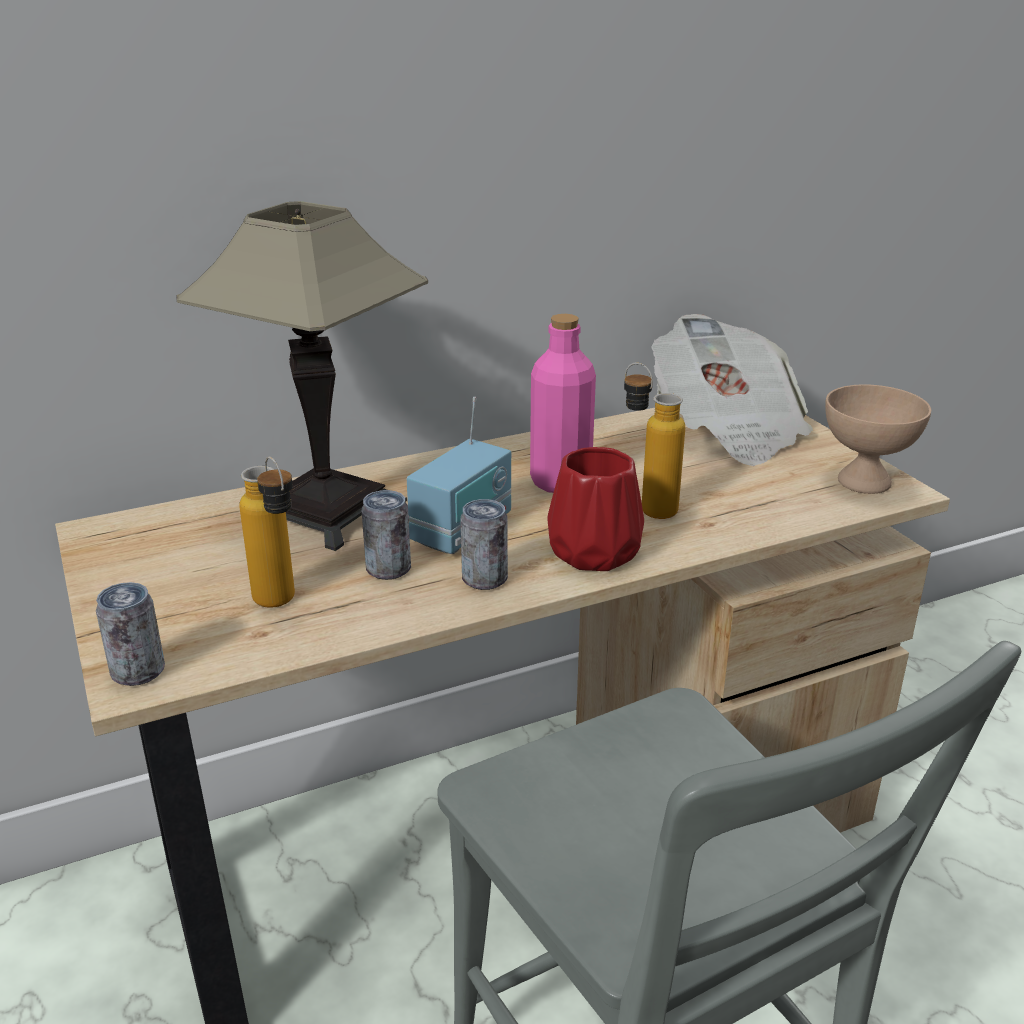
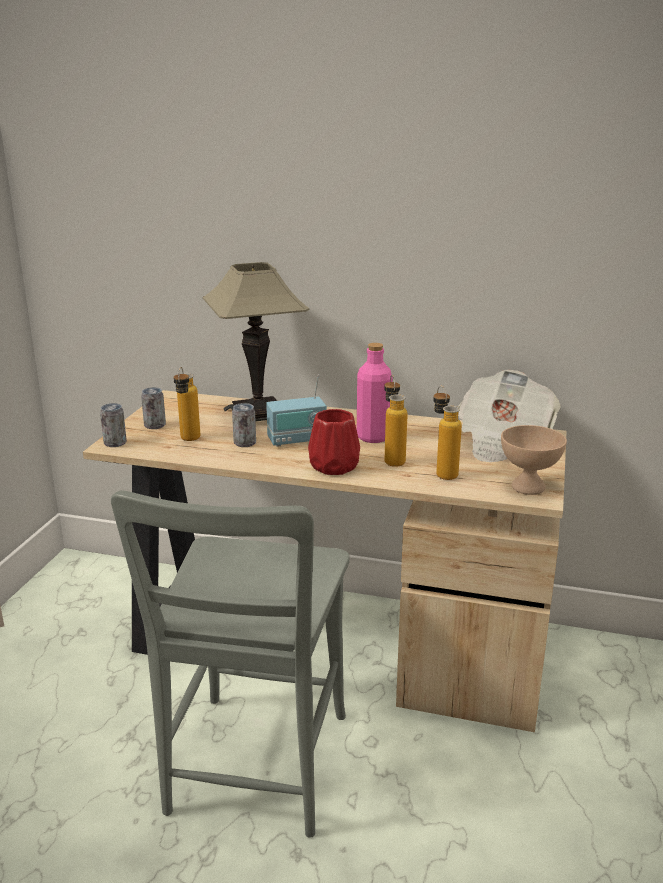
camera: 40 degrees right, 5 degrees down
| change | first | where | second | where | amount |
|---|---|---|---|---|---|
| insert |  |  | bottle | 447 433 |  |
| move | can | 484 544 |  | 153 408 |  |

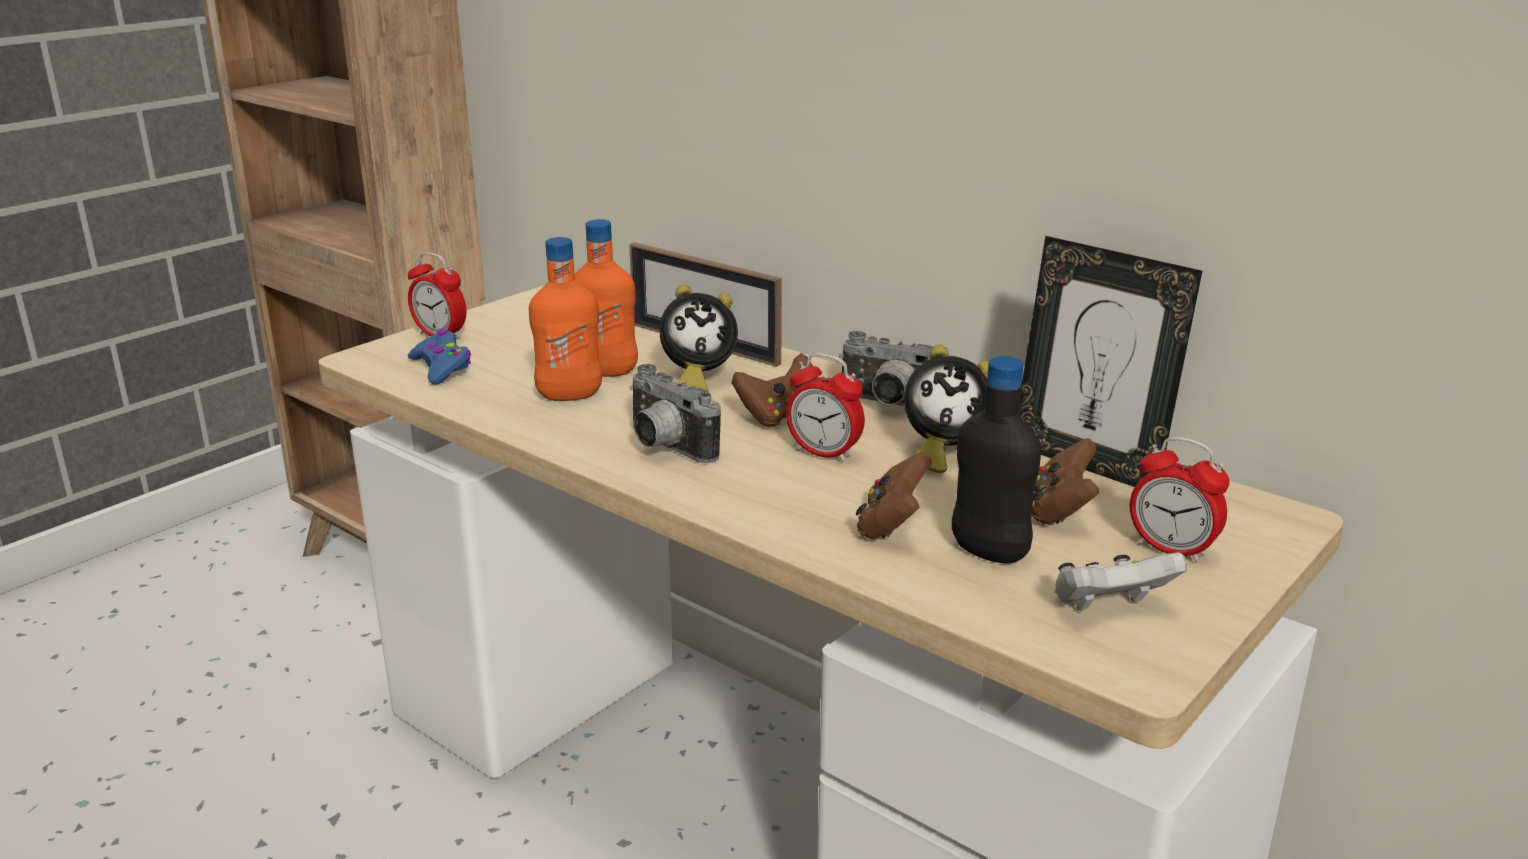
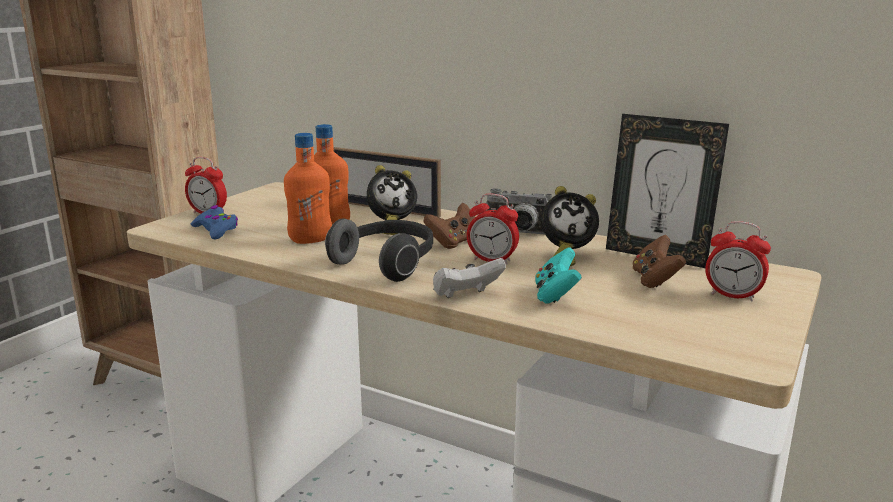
camera: 10 degrees left, 5 degrees down
| change | first | where | second | where | amount |
|---|---|---|---|---|---|
| delete | bottle/black | 996 460 |  |  |  |
| move | game controller/white | 1120 581 |  | 469 278 |  |
| replace | photo camera | 675 413 | headphones | 379 250 |  |
| recolor | game controller/brown | 894 495 | game controller/turquoise | 558 275 |  |

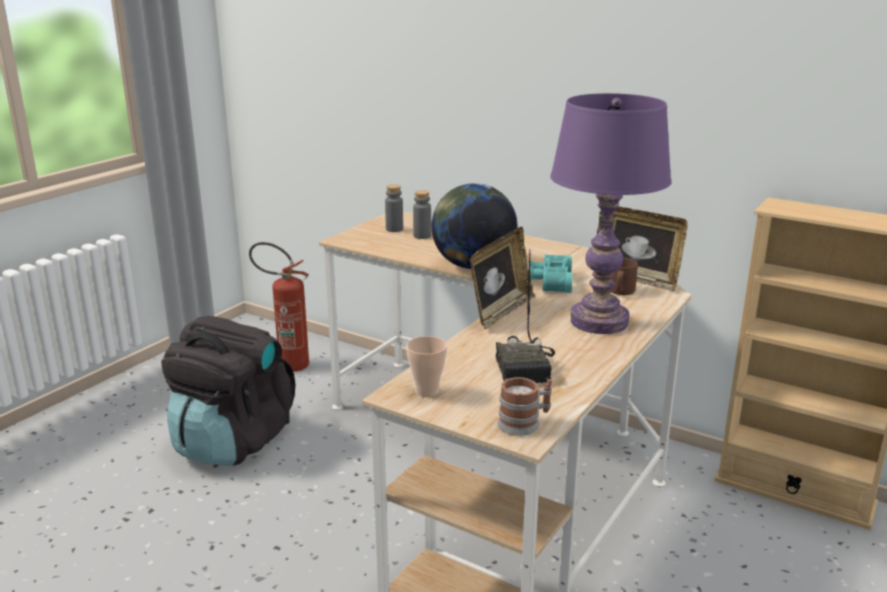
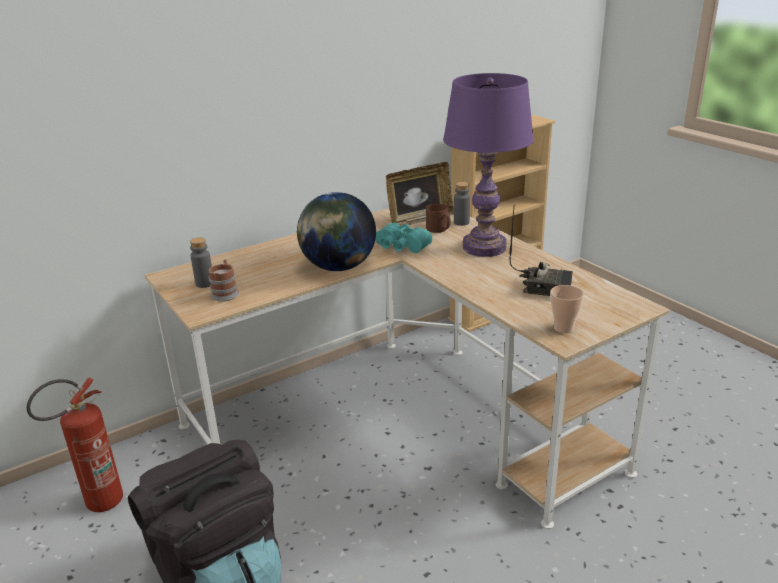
camera: 65 degrees left, 5 degrees up
| change | first | where | second | where | amount |
|---|---|---|---|---|---|
| delete | picture frame | 502 278 |  |  |  |
| move | bottle/grey | 422 214 |  | 462 204 |  |
| move | mug | 524 406 |  | 224 280 |  |

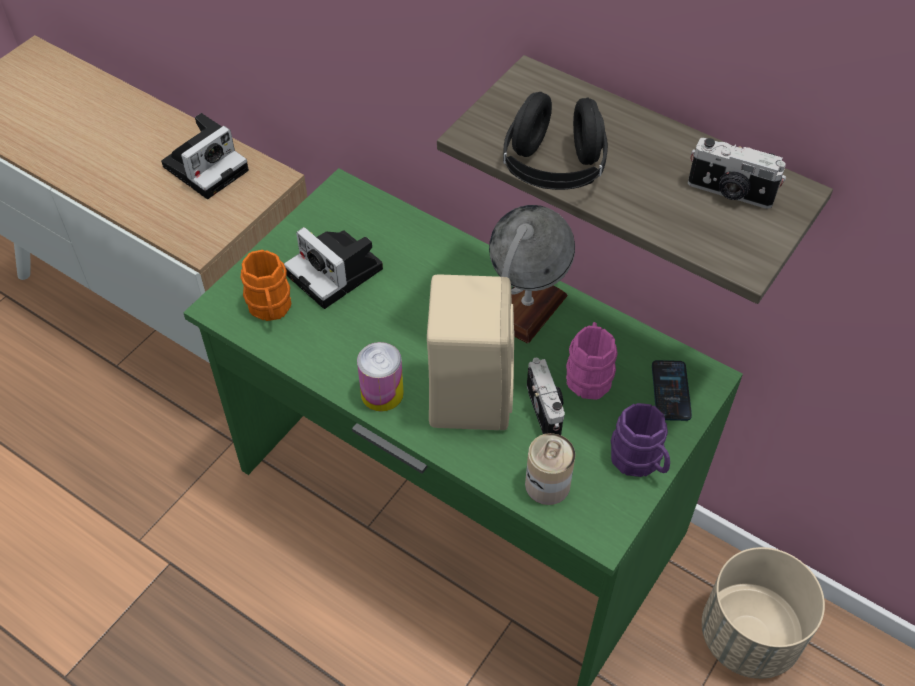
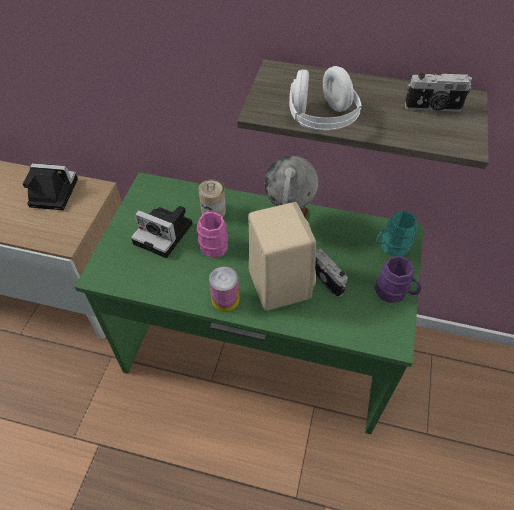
camera: 20 degrees left, 0 degrees up
| change | first | where | second | where | amount |
|---|---|---|---|---|---|
| delete | mug/orange | 266 285 |  |  |  |
| delete | planter/beige | 763 613 |  |  |  |
| move | can | 550 469 |  | 212 198 |  |
| move | mug/pink | 592 361 |  | 212 234 |  |
| replace | phone | 672 390 | mug/turquoise | 396 234 |  |
| recolor | headphones/black | 555 141 | headphones/white | 325 98 |  |
| rotate | photo camera | 205 156 |  | 50 186 | 105 degrees counterclockwise |

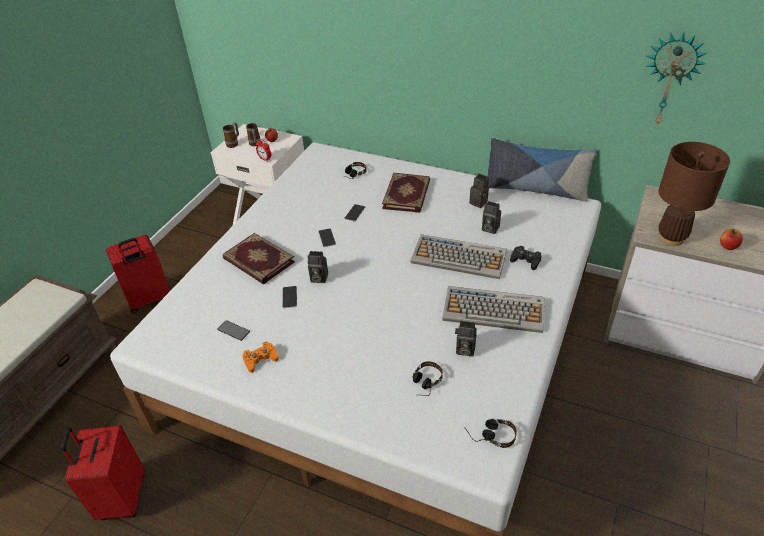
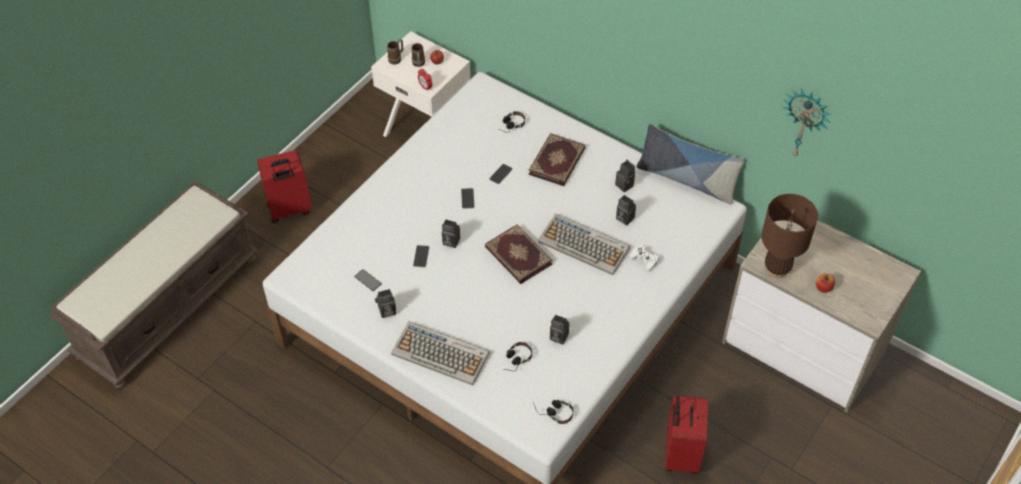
camera: 10 degrees right, 10 degrees up
| change | first | where | second | where | amount |
|---|---|---|---|---|---|
| move | suitcase/red | 103 472 |  | 686 434 |  |
| move | book | 259 258 |  | 519 254 |  |
| move | keyboard | 493 309 |  | 440 353 |  |
| replace | game controller/orange | 261 357 | photo camera | 385 303 |  |
| recolor | game controller/black | 525 258 | game controller/white | 644 258 |  |

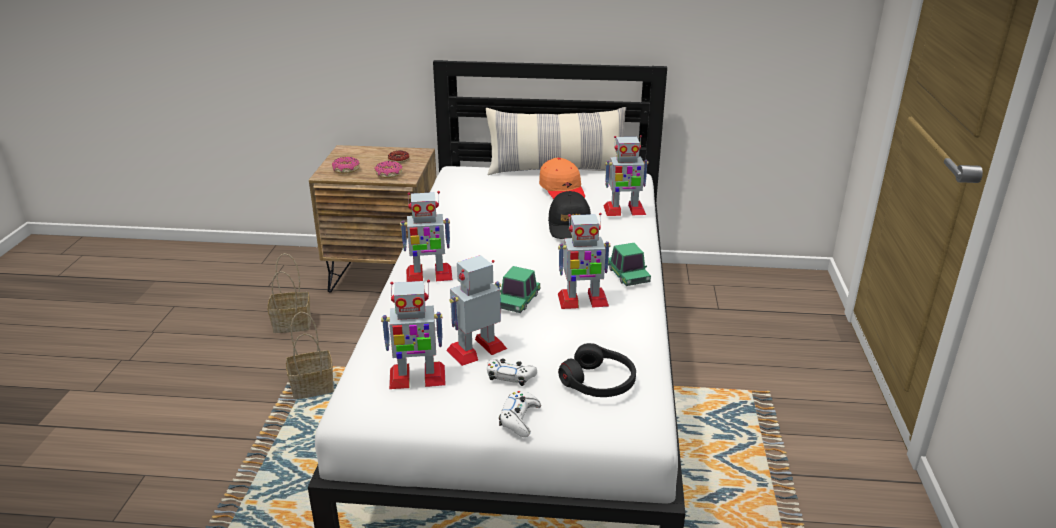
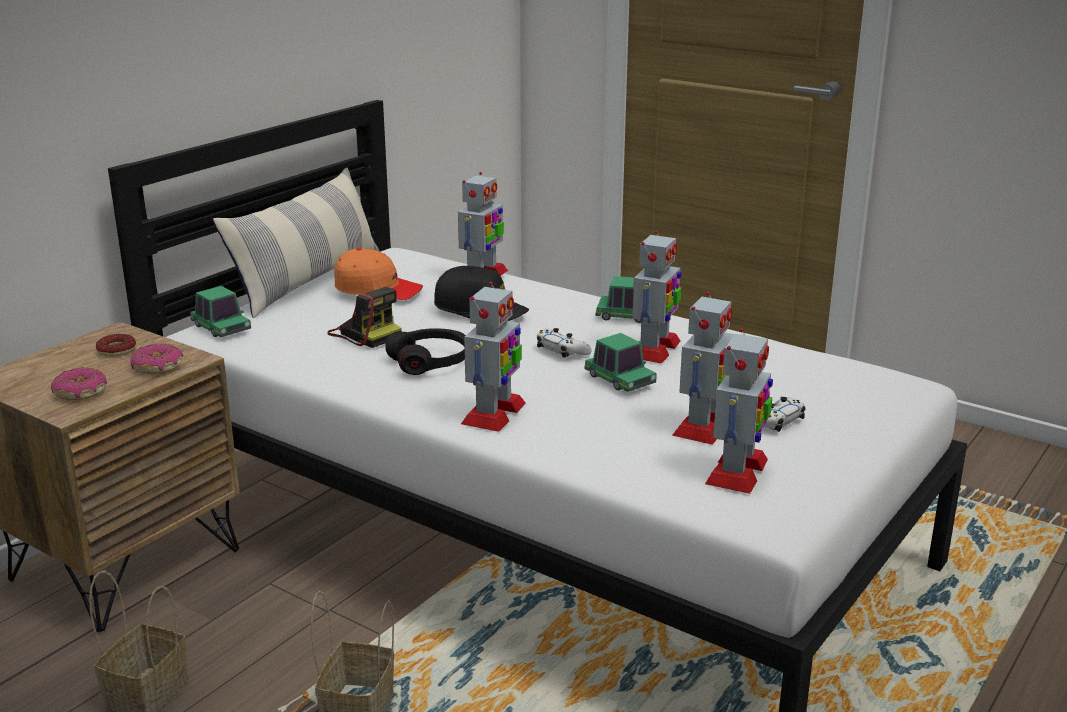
camera: 60 degrees left, 5 degrees down
| change | first | where | second | where | amount |
|---|---|---|---|---|---|
| insert |  |  | toy car | 220 311 |  |
| insert |  |  | photo camera | 364 317 |  |
| move | game controller/white | 520 414 |  | 564 343 |  |
| move | headphones/black | 597 370 |  | 425 351 |  |
| rotate | toy robot | 476 310 |  | 703 368 | 150 degrees counterclockwise |

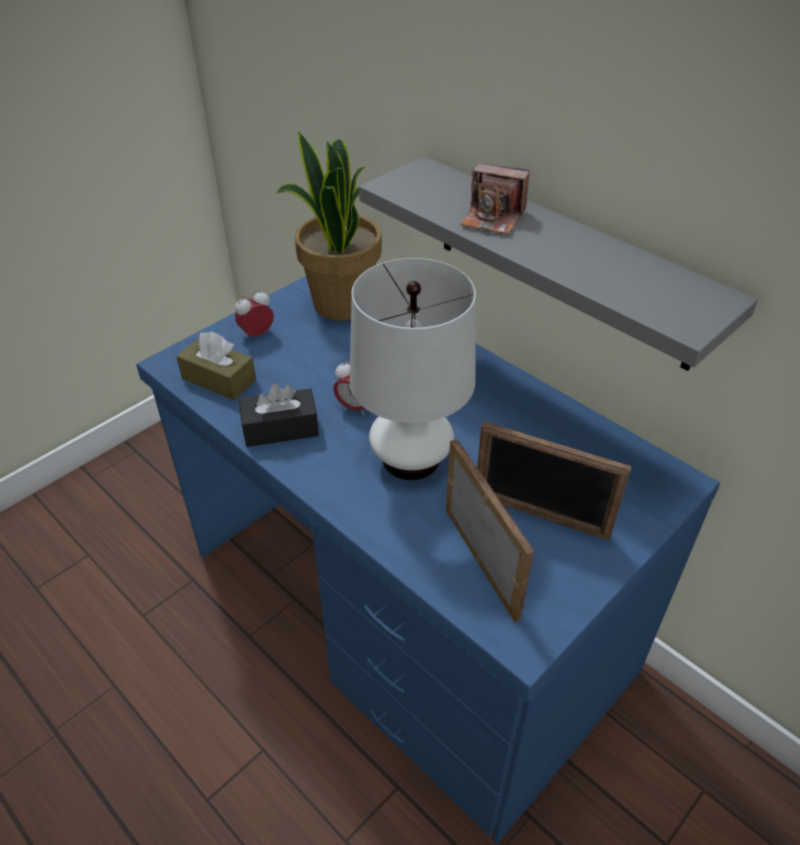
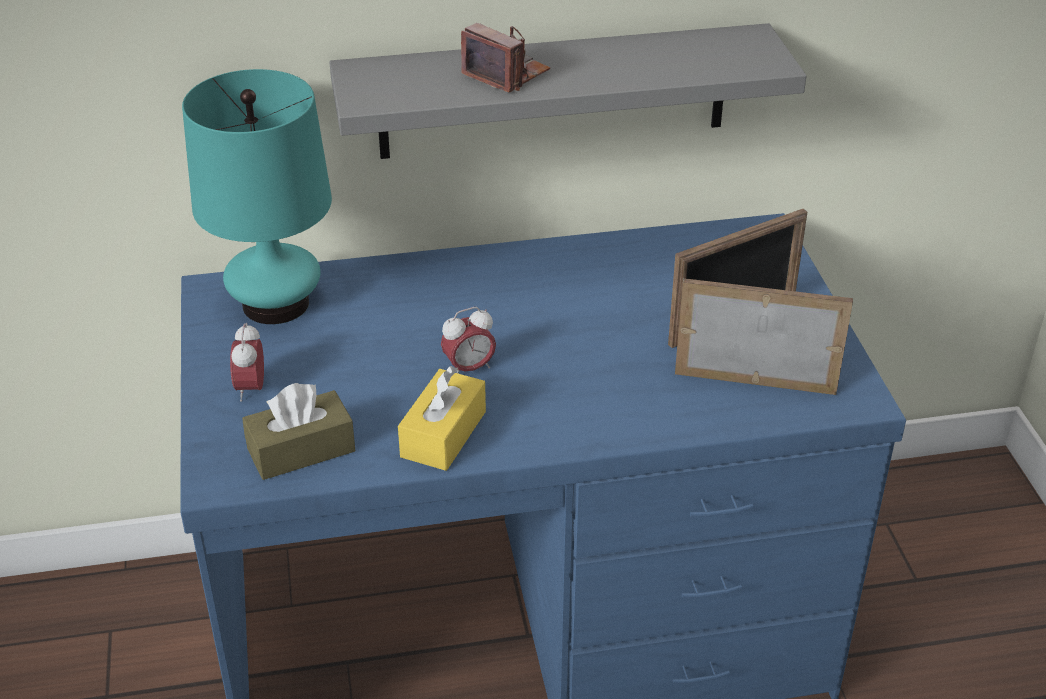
camera: 55 degrees left, 5 degrees down
| change | first | where | second | where | amount |
|---|---|---|---|---|---|
| delete | table lamp/white | 413 369 |  |  |  |
| replace | potted plant | 329 226 | table lamp/turquoise | 257 196 |  |
| recolor | tissue box/black | 279 415 | tissue box/yellow | 442 418 |  |
| rotate | photo camera | 495 199 |  | 505 58 | 105 degrees counterclockwise |

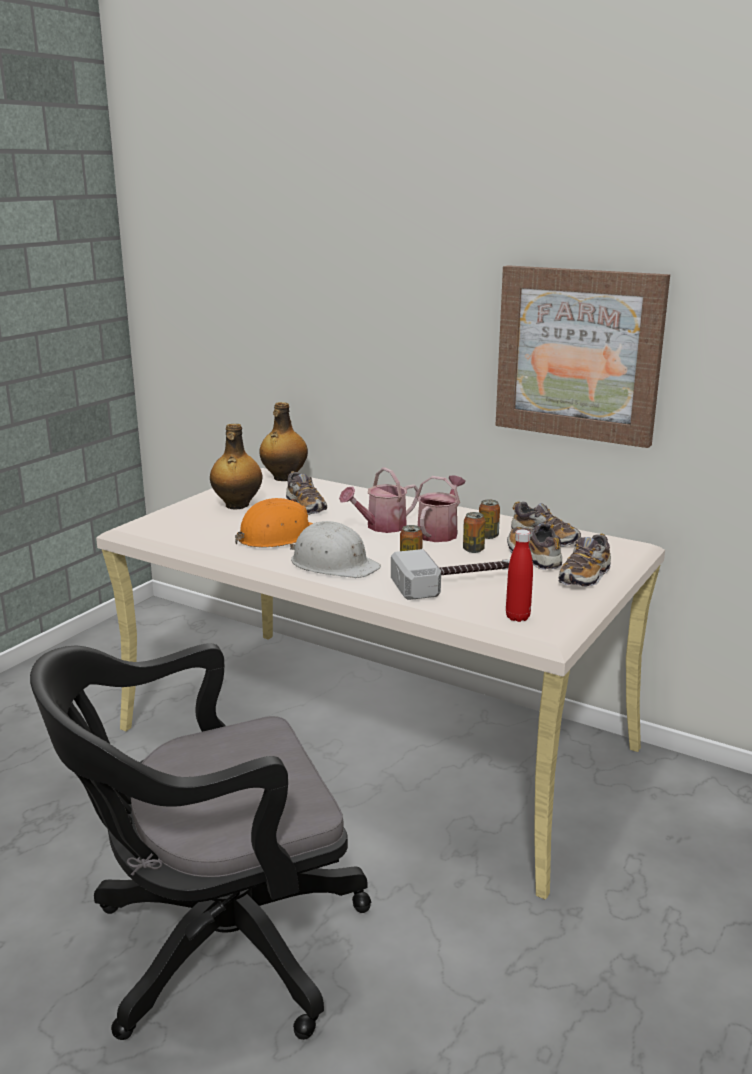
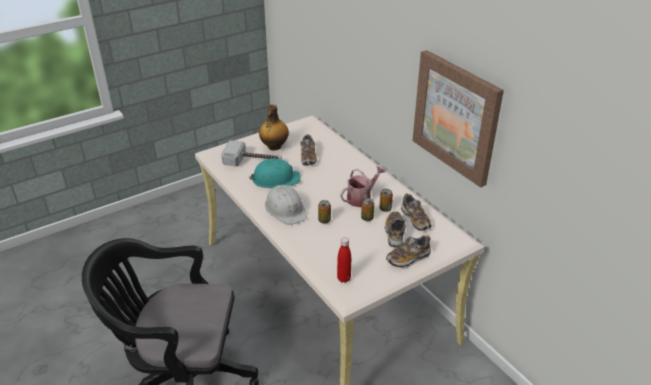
camera: 25 degrees right, 15 degrees up
| change | first | where | second | where | amount |
|---|---|---|---|---|---|
| delete | bottle | 283 441 |  |  |  |
| delete | watering can | 379 500 |  |  |  |
| move | hammer | 450 574 |  | 251 153 |  |
| recolor | hard hat/orange | 274 522 | hard hat/turquoise | 275 173 |  |

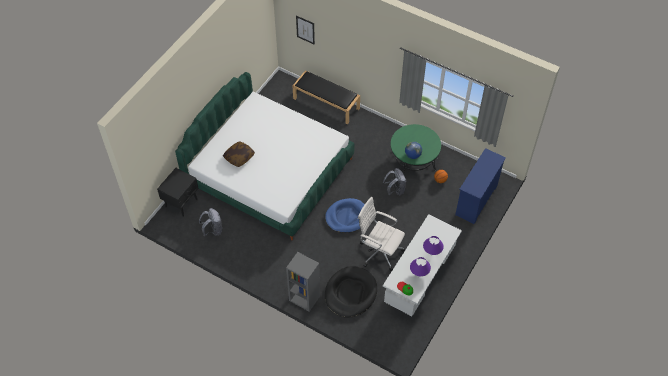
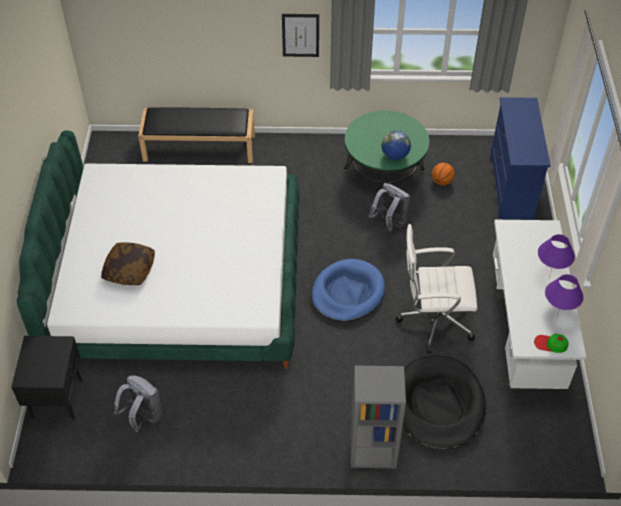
camera: 30 degrees left, 5 degrees down
| change | first | where | second | where | amount |
|---|---|---|---|---|---|
| move | picture | 305 30 |  | 300 35 |  |

